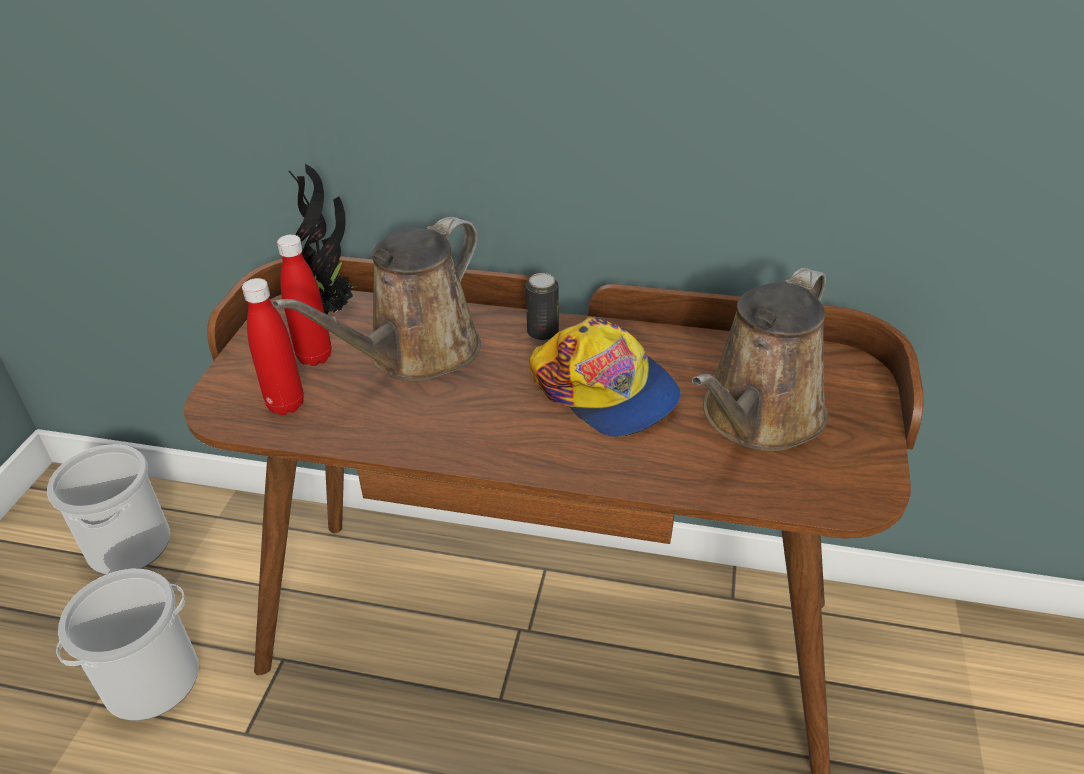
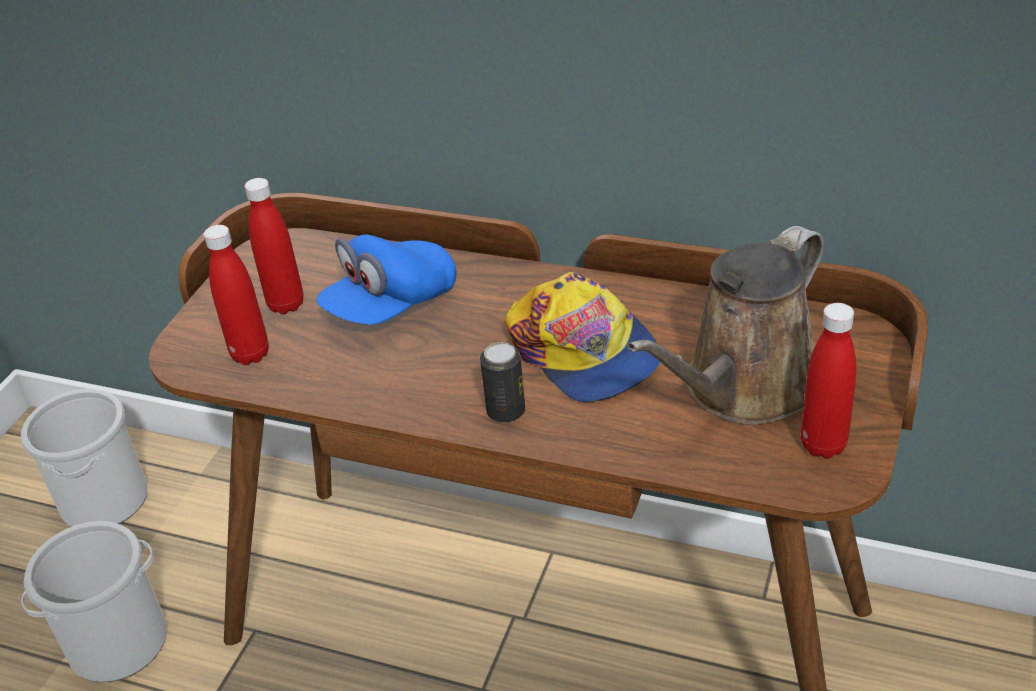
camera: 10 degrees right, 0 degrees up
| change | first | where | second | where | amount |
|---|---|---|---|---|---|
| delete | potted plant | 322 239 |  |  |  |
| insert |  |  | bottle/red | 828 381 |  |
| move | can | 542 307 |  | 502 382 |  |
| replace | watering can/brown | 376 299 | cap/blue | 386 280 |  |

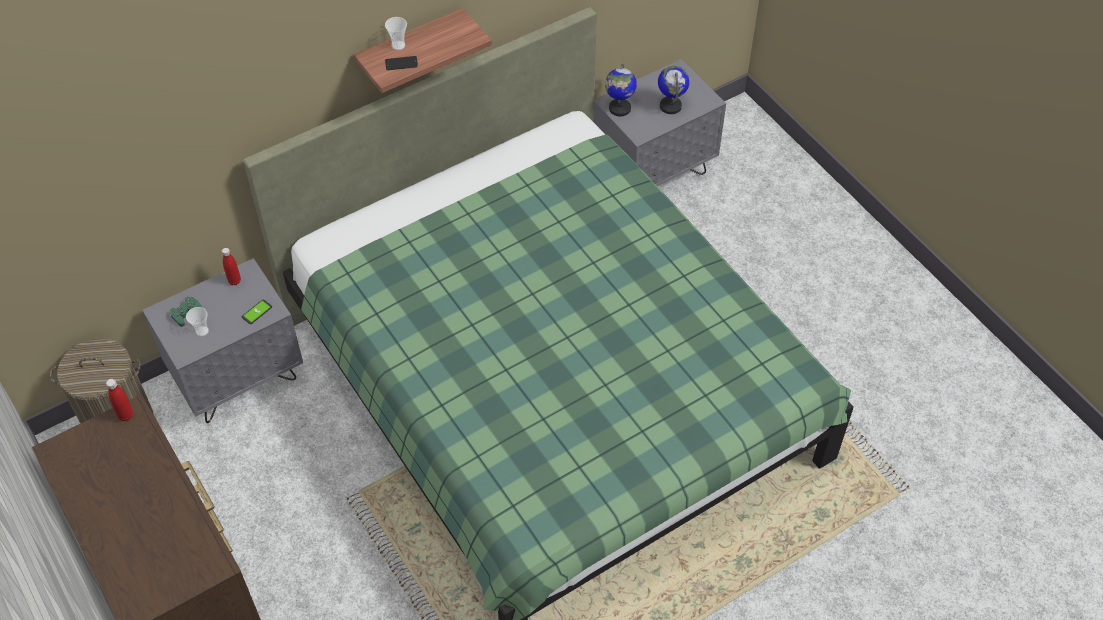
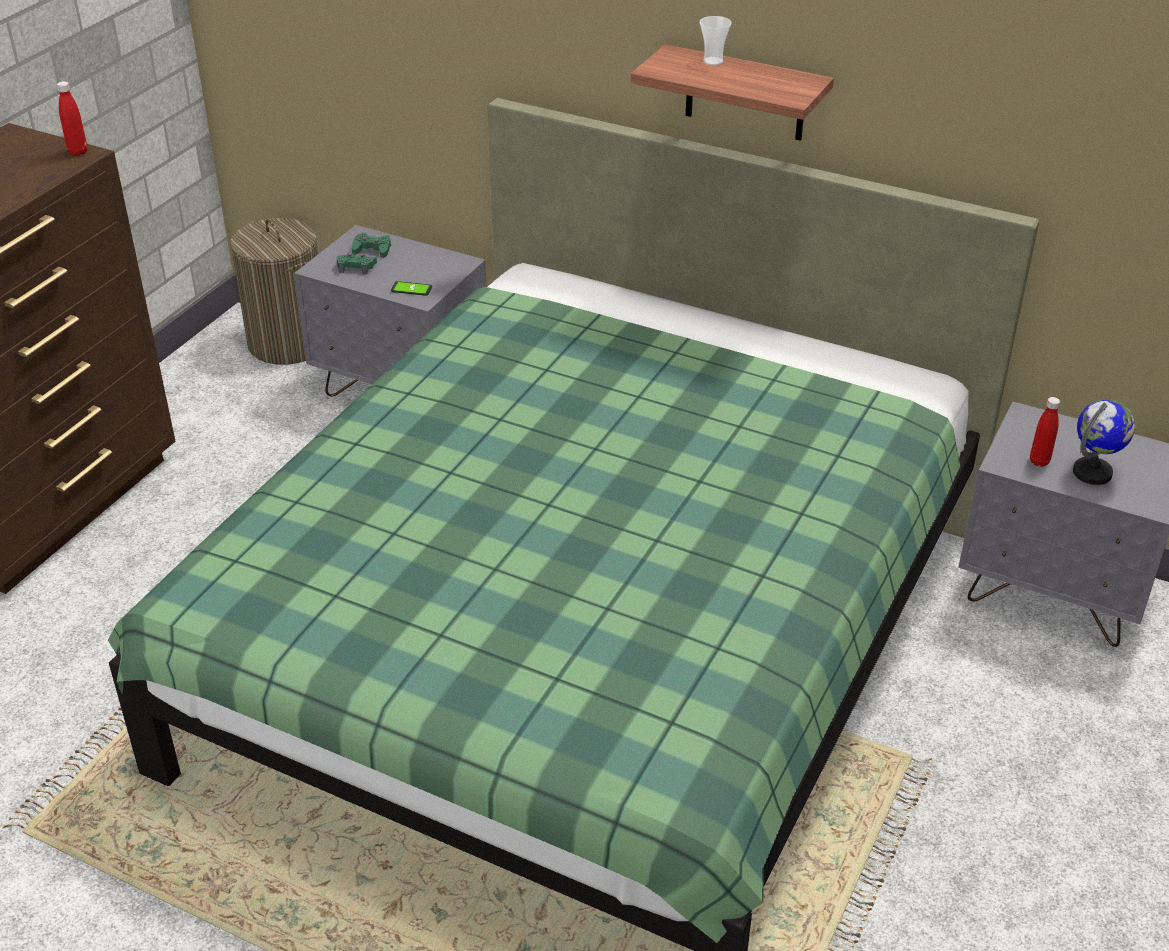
camera: 60 degrees right, 15 degrees down
| change | first | where | second | where | amount |
|---|---|---|---|---|---|
| delete | phone | 401 63 |  |  |  |
| delete | globe | 621 89 |  |  |  |
| move | bottle/red | 231 266 |  | 1045 432 |  |
| replace | cup | 197 322 | game controller/green | 356 263 |  |

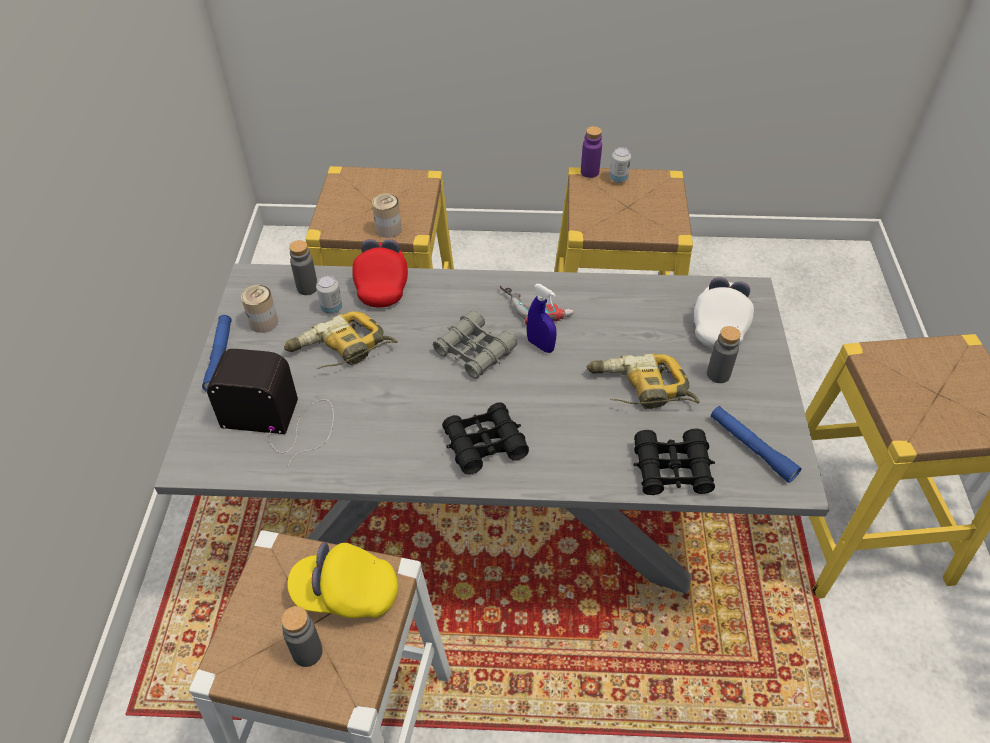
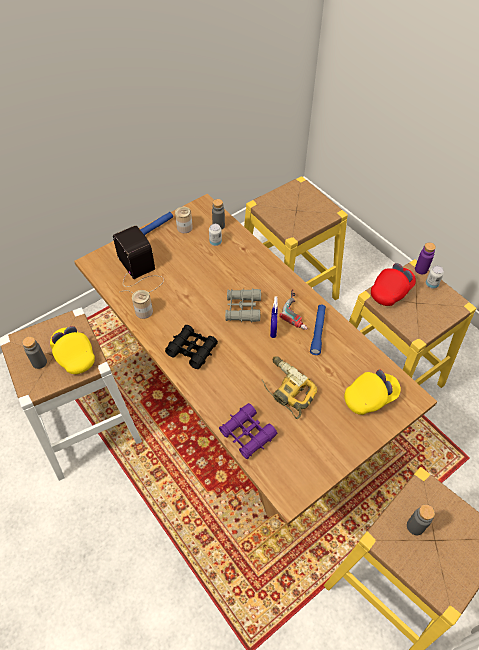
camera: 50 degrees right, 5 degrees up
| change | first | where | second | where | amount |
|---|---|---|---|---|---|
| delete | power drill | 340 340 |  |  |  |
| move | cap/red | 380 273 |  | 393 284 |  |
| move | can | 387 216 |  | 142 304 |  |
| move | bottle/grey | 724 354 |  | 421 519 |  |
| move | flashlight/blue | 756 444 |  | 318 330 |  |
| recolor | dining table/grey | 491 428 | dining table/brown | 255 360 |  |
| recolor | binoculars/black | 674 462 | binoculars/purple | 248 431 |  |
| recolor | cap/white | 724 313 | cap/yellow | 372 392 |  |

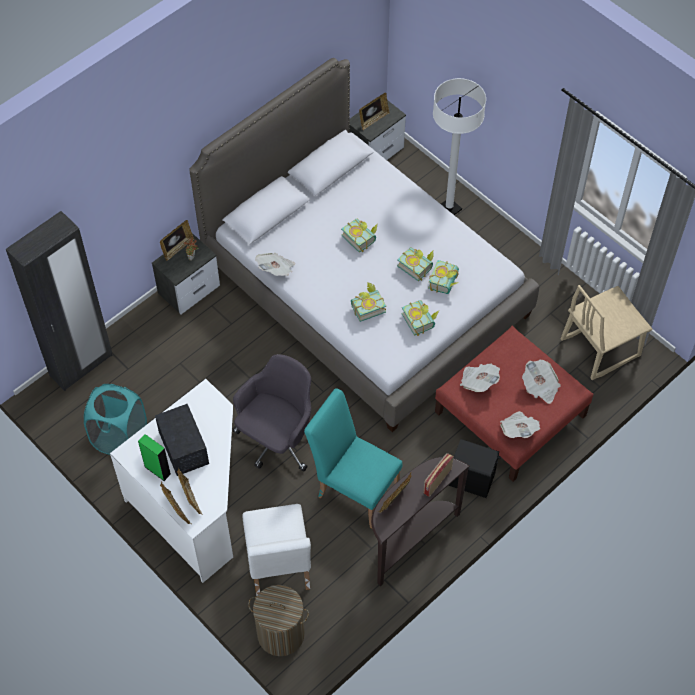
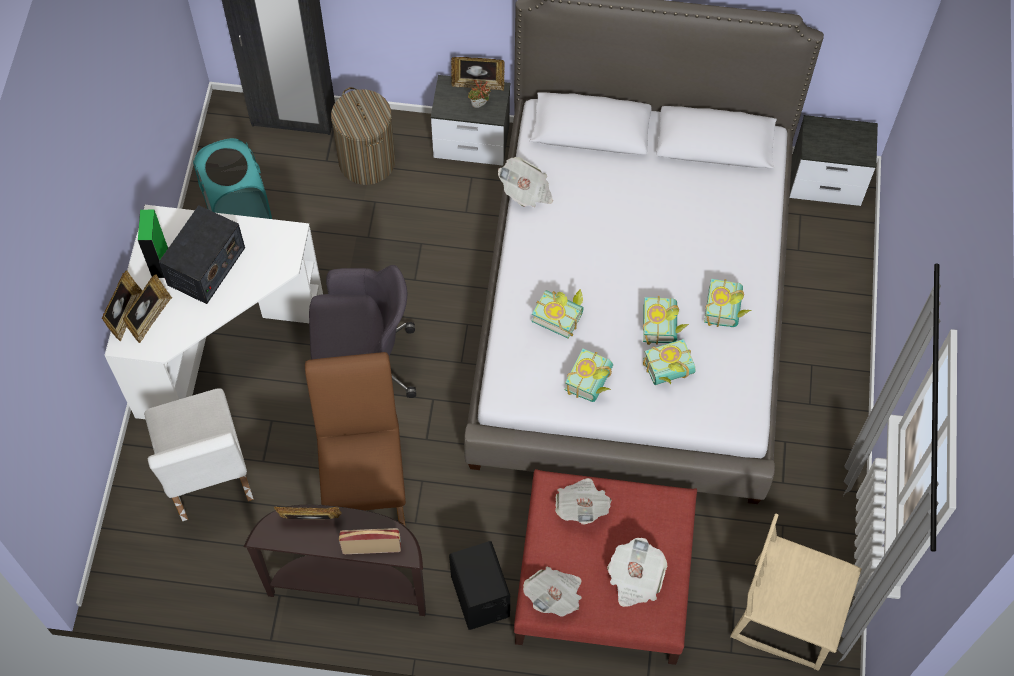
camera: 50 degrees right, 5 degrees up
| change | first | where | second | where | amount |
|---|---|---|---|---|---|
| delete | picture frame | 374 111 |  |  |  |
| delete | floor lamp/white | 459 146 |  |  |  |
| move | laundry basket | 278 620 |  | 363 136 |  |
| move | book | 359 235 |  | 728 303 |  |
| recolor | chair/turquoise | 353 458 | chair/brown | 355 439 |  |
| rotate | chair/white | 276 550 |  | 199 454 | 60 degrees counterclockwise |

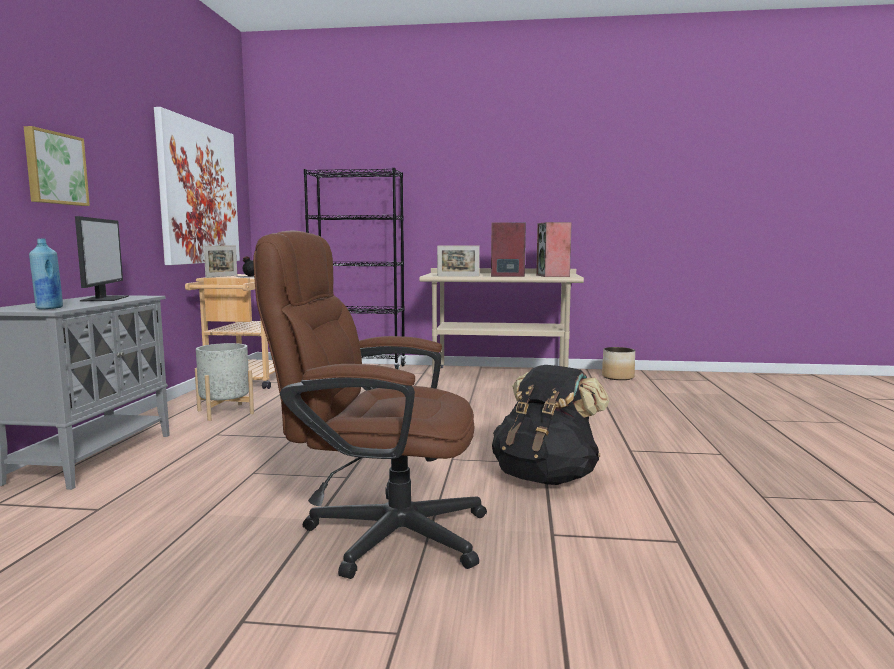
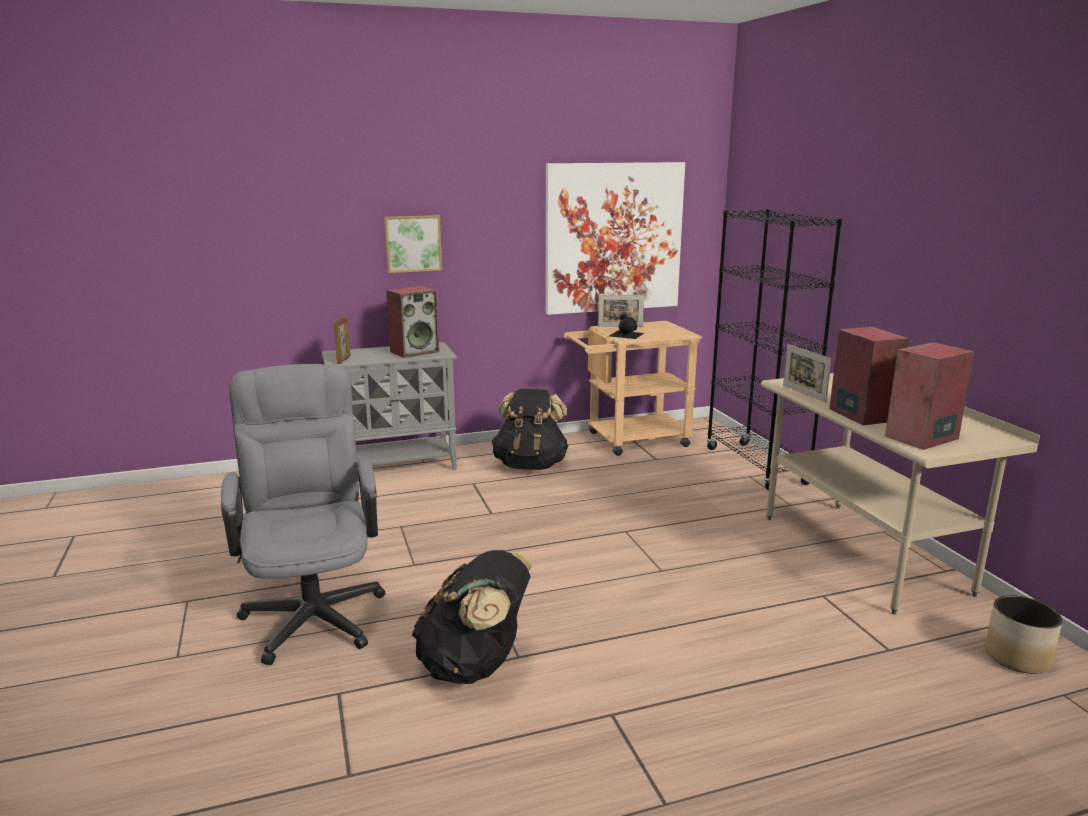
camera: 65 degrees right, 10 degrees up
| change | first | where | second | where | amount |
|---|---|---|---|---|---|
| replace | bottle/blue | 46 273 | picture frame | 342 340 |  |
| replace | monitor | 102 259 | speaker | 412 322 |  |
| replace | planter/grey | 224 382 | backpack/black | 530 429 |  |
| recolor | office chair/brown | 370 405 | office chair/grey | 303 514 |  |

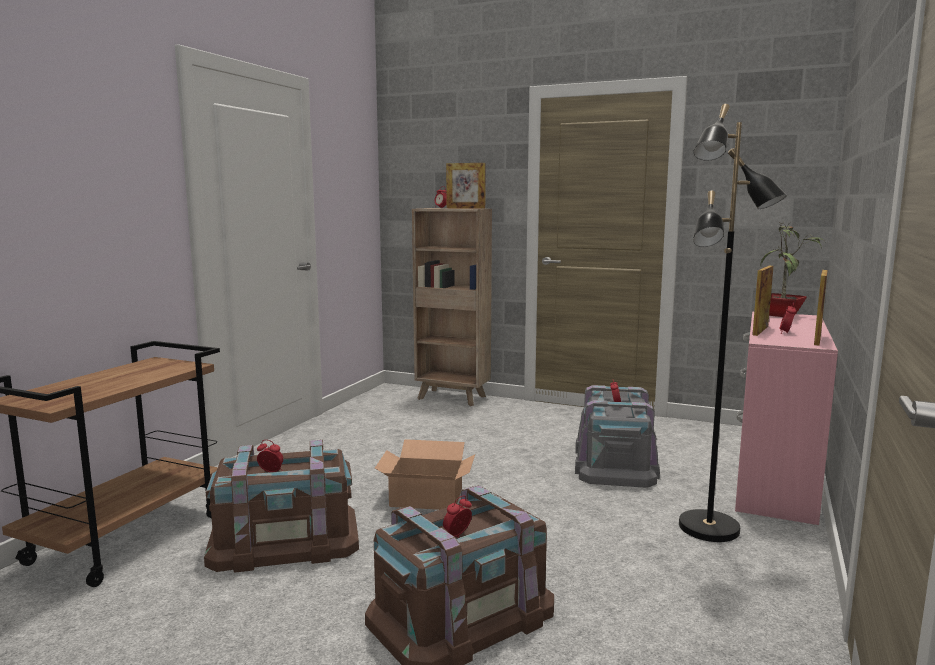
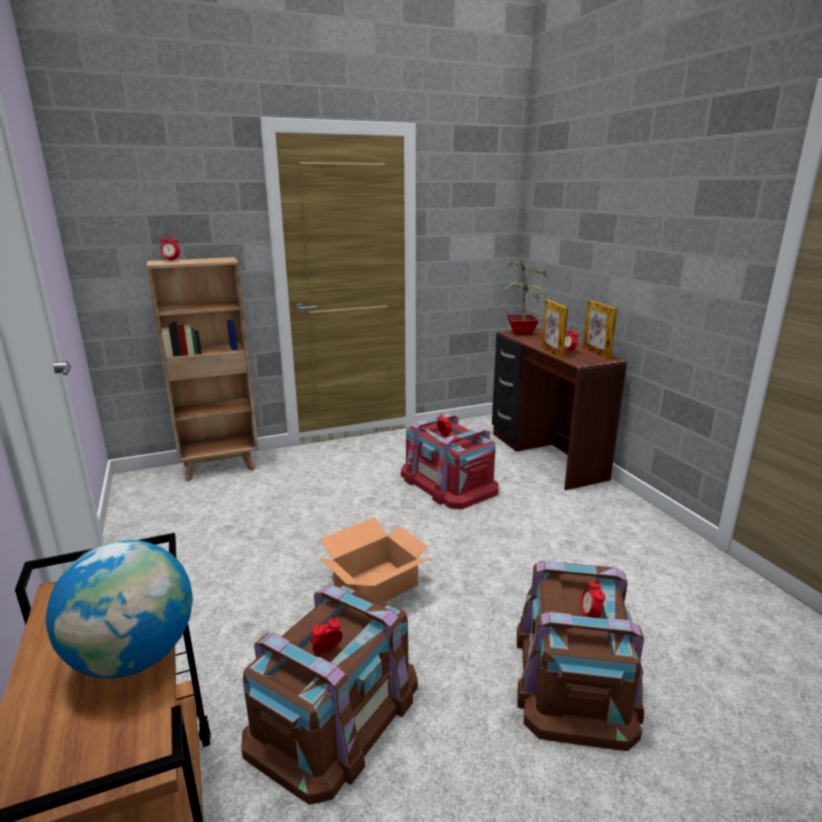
camera: 45 degrees left, 10 degrees up
| change | first | where | second | where | amount |
|---|---|---|---|---|---|
| delete | picture frame | 466 186 |  |  |  |
| delete | floor lamp/black | 733 323 |  |  |  |
| insert |  |  | globe | 119 609 |  |
| recolor | storage box/grey | 617 436 | storage box/red | 450 461 |  |
| recolor | desk/pink | 786 418 | desk/brown | 559 409 |  |

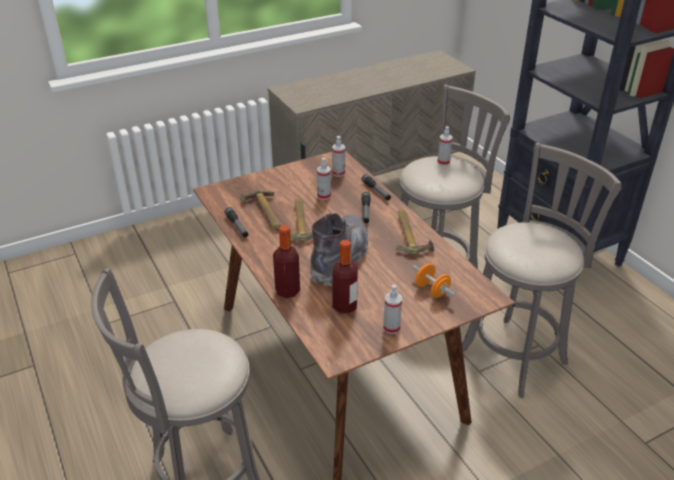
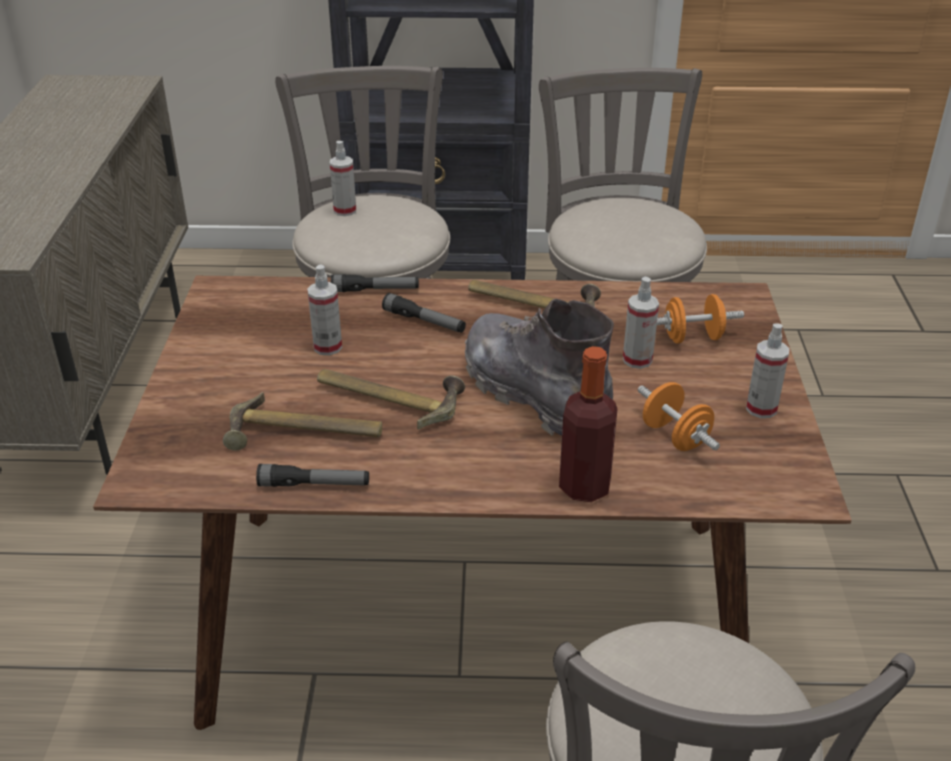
camera: 60 degrees left, 0 degrees up
| change | first | where | second | where | amount |
|---|---|---|---|---|---|
| move | spray bottle | 338 156 |  | 641 323 |  |
| replace | bottle | 345 277 | dumbbell/orange | 679 416 |  |

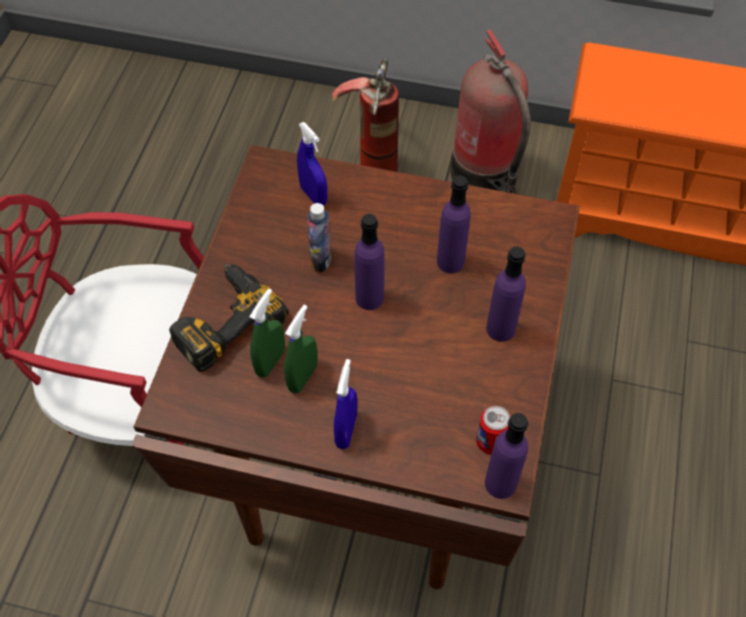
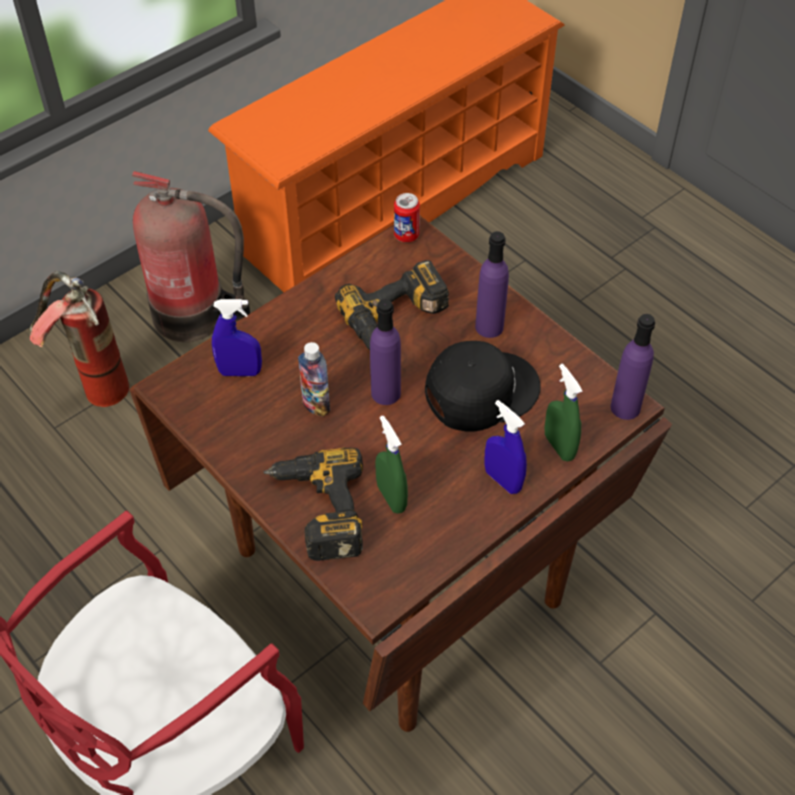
camera: 55 degrees left, 5 degrees down
| change | first | where | second | where | amount |
|---|---|---|---|---|---|
| insert |  |  | cap/black | 483 386 |  |
| move | spray bottle/green | 301 349 |  | 563 412 |  |
| move | can | 493 430 |  | 407 217 |  |
| replace | bottle/purple | 454 224 | power drill | 392 305 |  |

